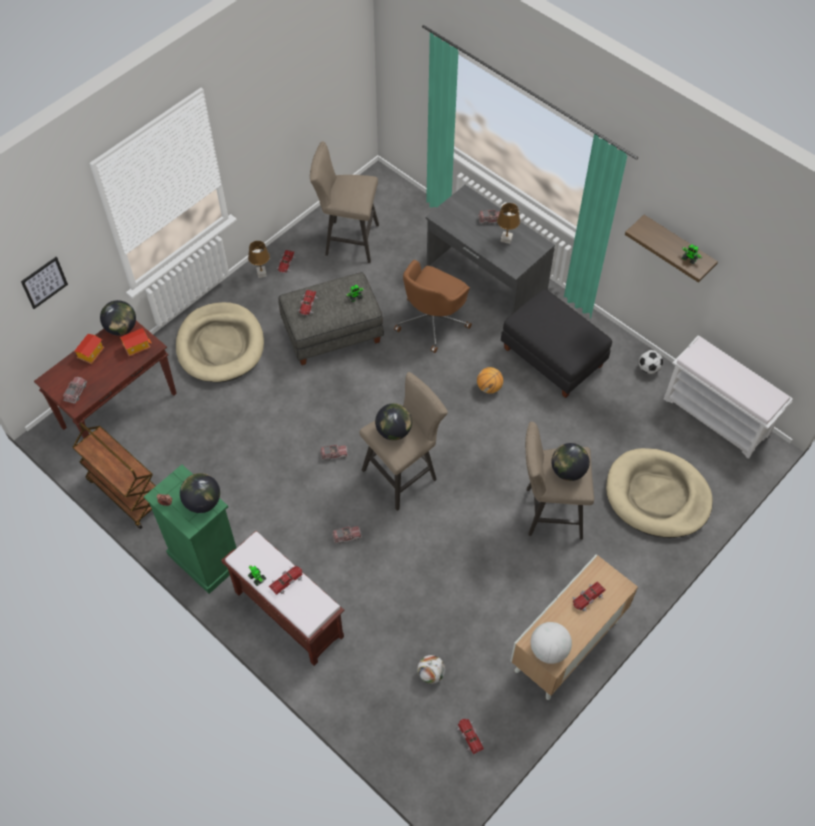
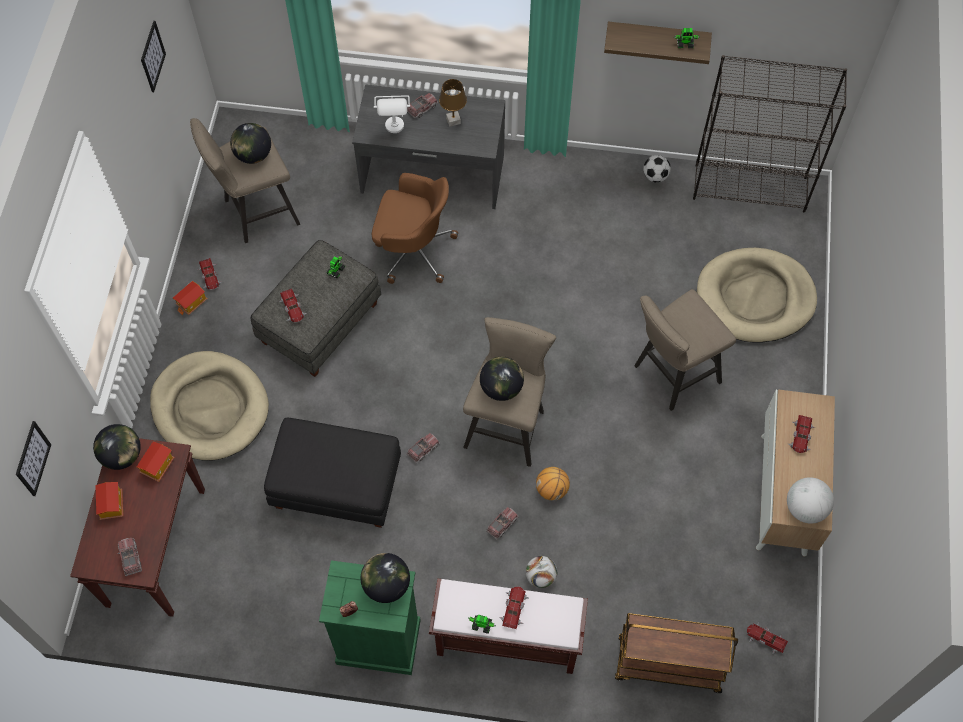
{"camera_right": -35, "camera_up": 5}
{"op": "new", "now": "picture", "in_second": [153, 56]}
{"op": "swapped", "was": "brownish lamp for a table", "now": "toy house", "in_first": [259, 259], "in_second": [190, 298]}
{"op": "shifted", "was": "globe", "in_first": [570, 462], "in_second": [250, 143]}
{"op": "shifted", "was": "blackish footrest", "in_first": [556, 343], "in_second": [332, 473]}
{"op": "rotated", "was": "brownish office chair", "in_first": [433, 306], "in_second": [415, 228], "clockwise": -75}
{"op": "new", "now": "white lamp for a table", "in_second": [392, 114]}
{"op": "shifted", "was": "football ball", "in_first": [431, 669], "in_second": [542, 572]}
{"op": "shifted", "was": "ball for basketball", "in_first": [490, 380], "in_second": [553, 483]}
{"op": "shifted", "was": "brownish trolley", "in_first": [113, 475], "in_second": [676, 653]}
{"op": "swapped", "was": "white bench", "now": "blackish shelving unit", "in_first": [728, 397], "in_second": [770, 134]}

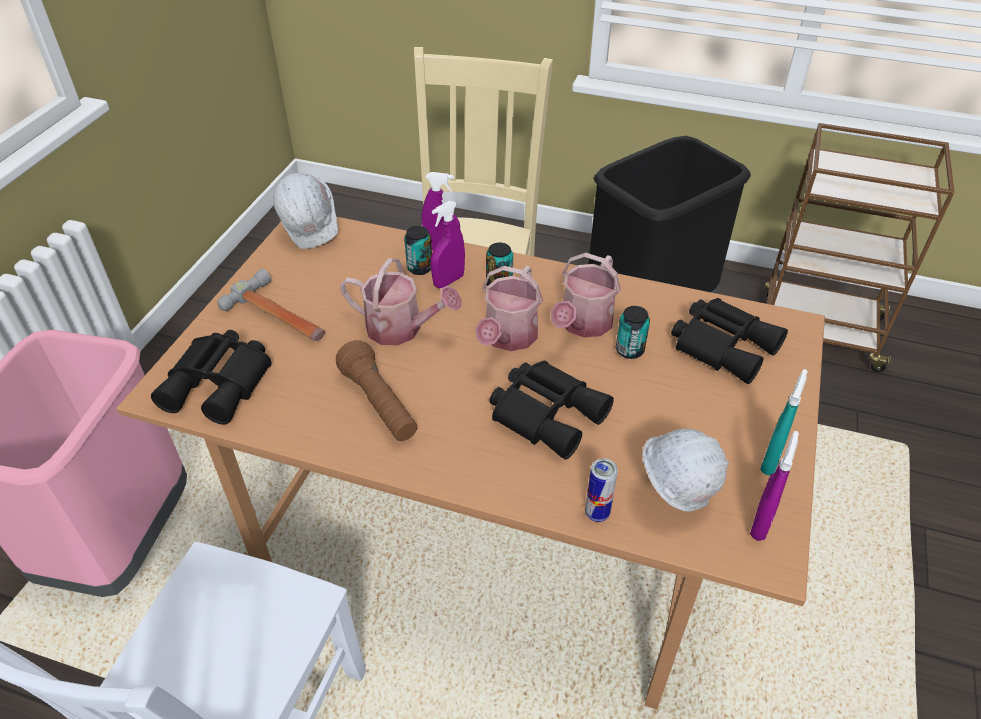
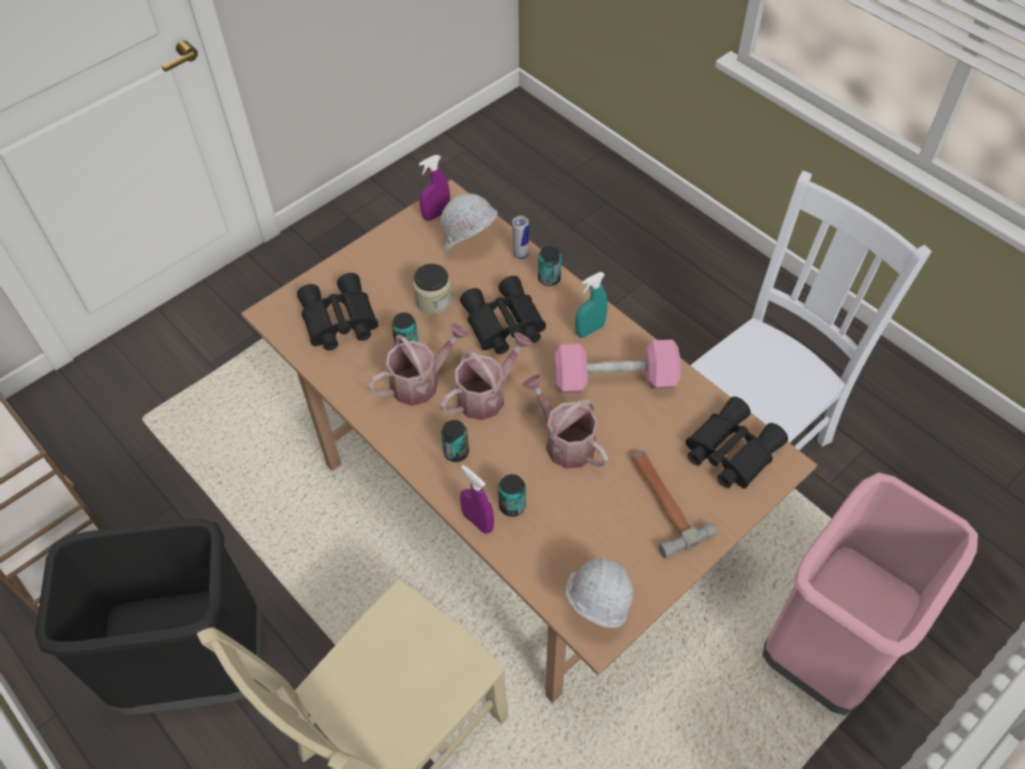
{"camera_right": -150, "camera_up": 10}
{"op": "new", "now": "storage jar", "in_second": [432, 289]}
{"op": "new", "now": "can", "in_second": [550, 265]}
{"op": "swapped", "was": "brownish flashlight", "now": "pink-coloured free weight", "in_first": [377, 390], "in_second": [617, 366]}
{"op": "shifted", "was": "turquoise sprayer", "in_first": [784, 422], "in_second": [591, 304]}
{"op": "gone", "was": "purplish sprayer", "in_first": [448, 244]}

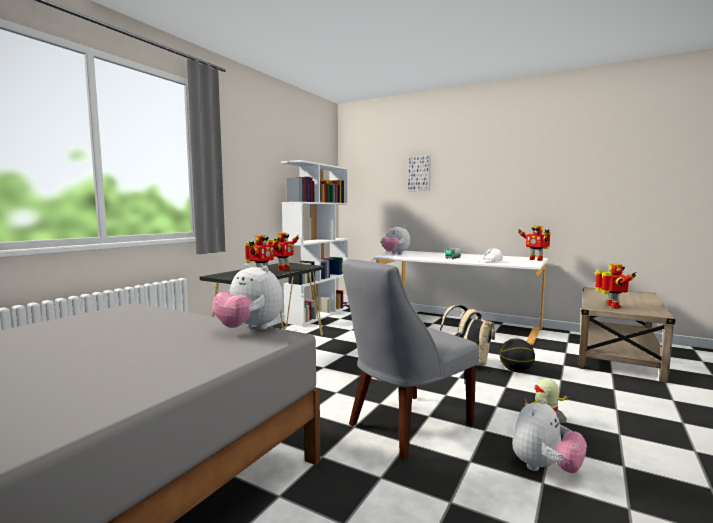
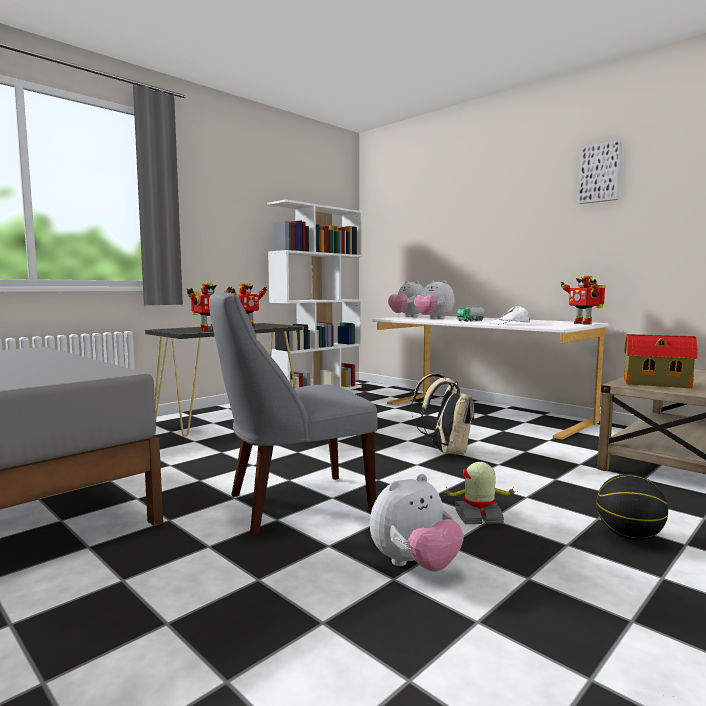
{"camera_right": 15, "camera_up": 0}
{"op": "shifted", "was": "plush toy", "in_first": [248, 297], "in_second": [434, 299]}
{"op": "shifted", "was": "picture", "in_first": [419, 173], "in_second": [600, 172]}
{"op": "shifted", "was": "ball for basketball", "in_first": [517, 355], "in_second": [632, 507]}
{"op": "swapped", "was": "robot figure", "now": "toy house", "in_first": [615, 286], "in_second": [661, 361]}

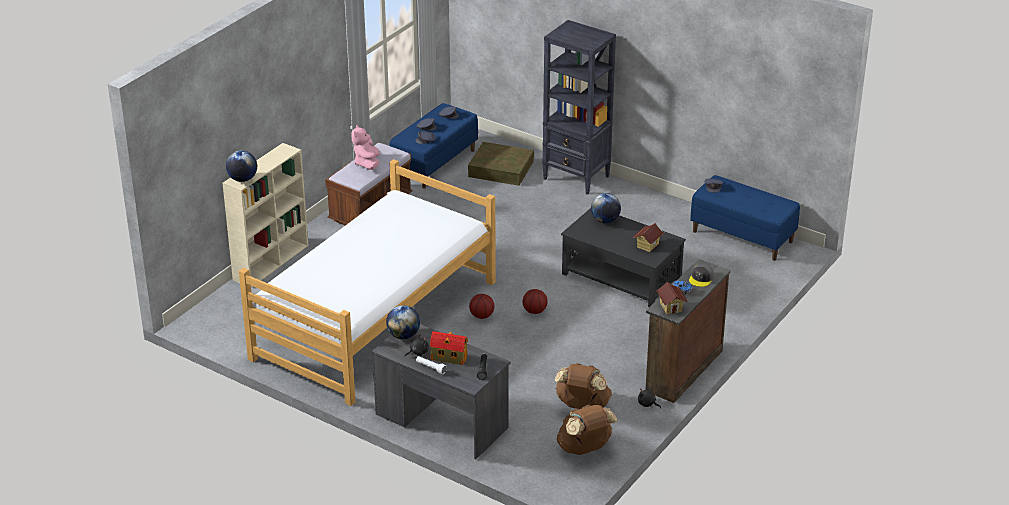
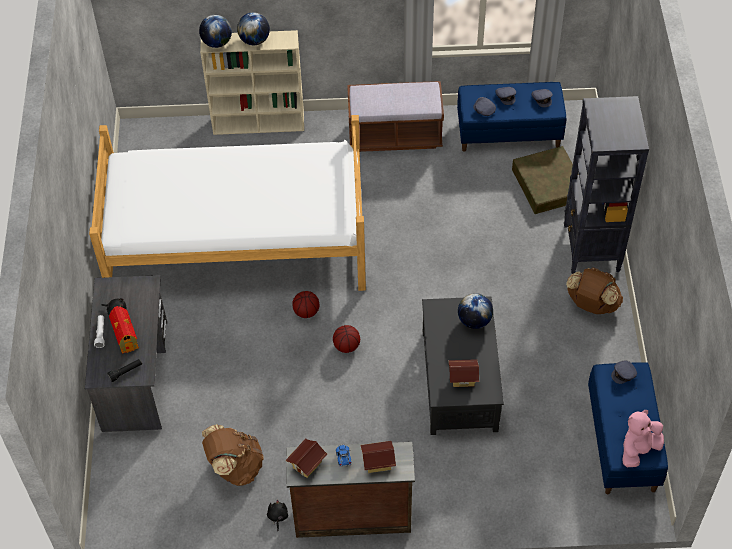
{"camera_right": 55, "camera_up": 20}
{"op": "shifted", "was": "globe", "in_first": [403, 322], "in_second": [253, 28]}
{"op": "swapped", "was": "grey baseball cap", "now": "toy house", "in_first": [701, 275], "in_second": [378, 457]}
{"op": "shifted", "was": "brownish backpack", "in_first": [587, 430], "in_second": [594, 290]}
{"op": "shifted", "was": "pink-coloured plush toy", "in_first": [365, 147], "in_second": [643, 438]}

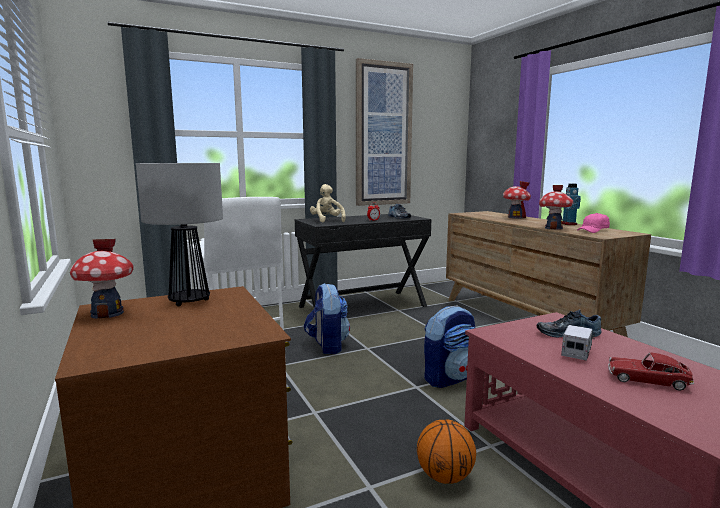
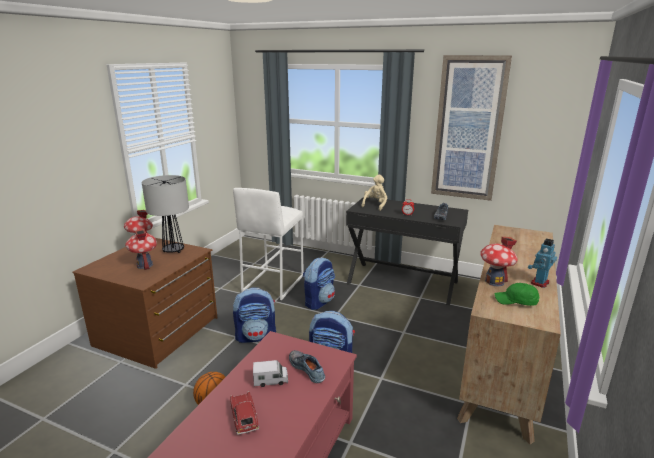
{"camera_right": 50, "camera_up": 10}
{"op": "shifted", "was": "toy house", "in_first": [517, 200], "in_second": [141, 249]}
{"op": "new", "now": "backpack", "in_second": [254, 315]}
{"op": "repainted", "was": "pink-coloured baseball cap", "now": "greenish baseball cap", "in_first": [593, 223], "in_second": [517, 294]}

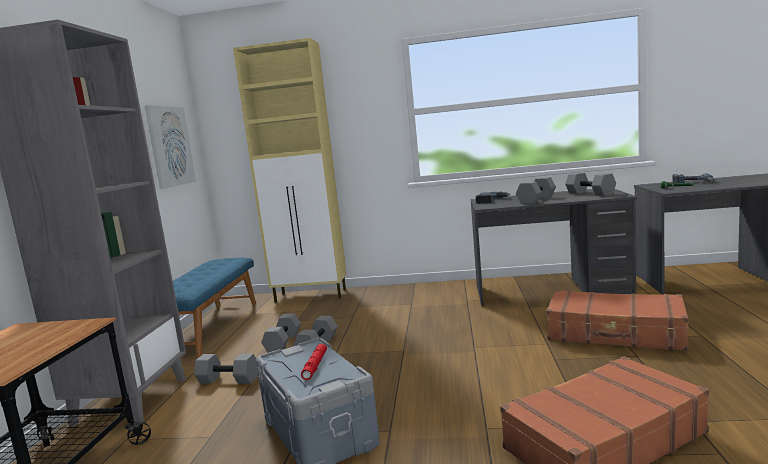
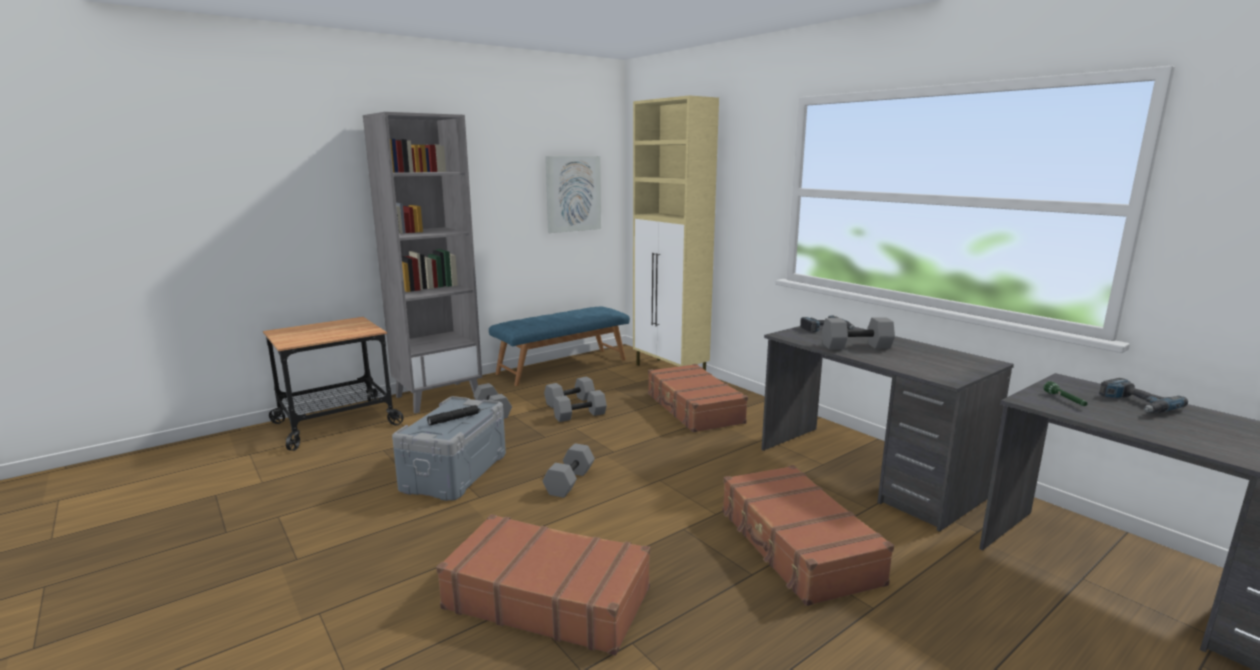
{"camera_right": 45, "camera_up": 5}
{"op": "repainted", "was": "red flashlight", "now": "blackish flashlight", "in_first": [314, 362], "in_second": [453, 415]}
{"op": "shifted", "was": "grey free weight", "in_first": [590, 184], "in_second": [568, 470]}
{"op": "new", "now": "brownish suitcase", "in_second": [698, 398]}

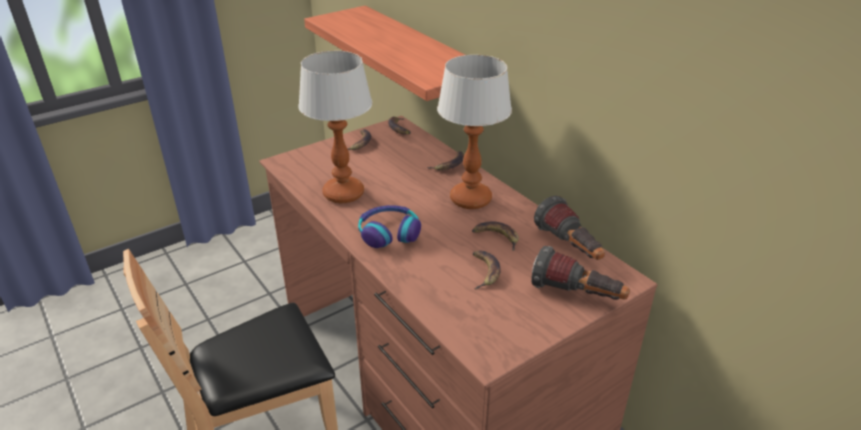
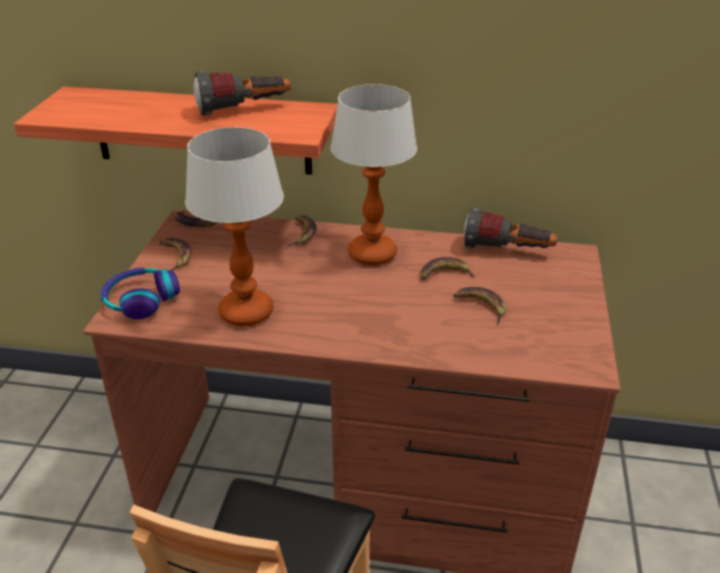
{"camera_right": -45, "camera_up": 0}
{"op": "shifted", "was": "headset", "in_first": [389, 226], "in_second": [140, 293]}
{"op": "shifted", "was": "flashlight", "in_first": [580, 273], "in_second": [242, 93]}

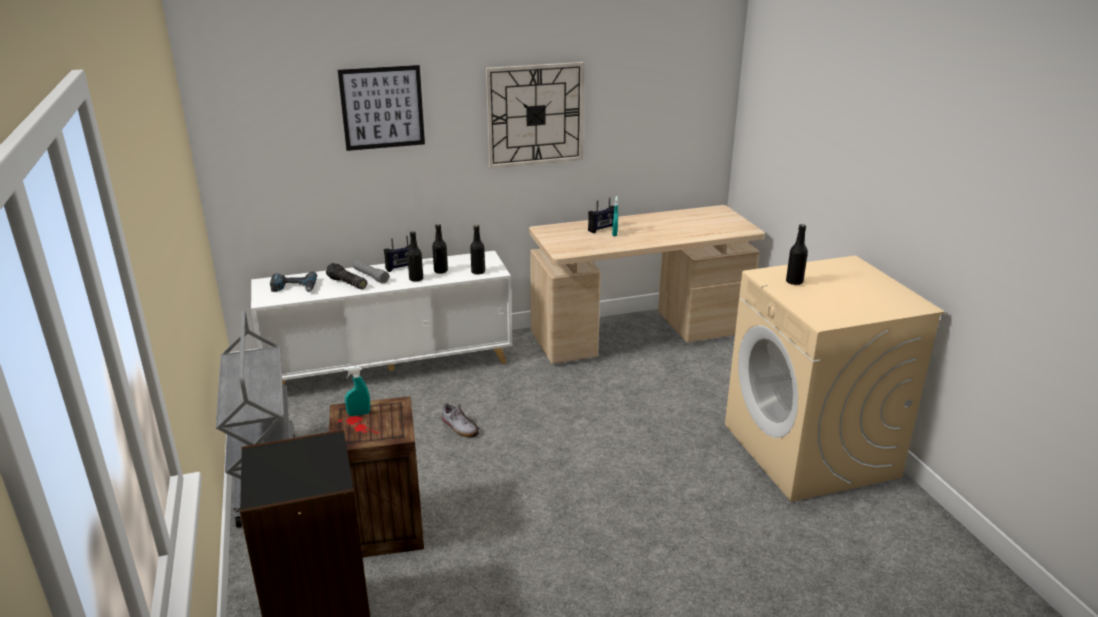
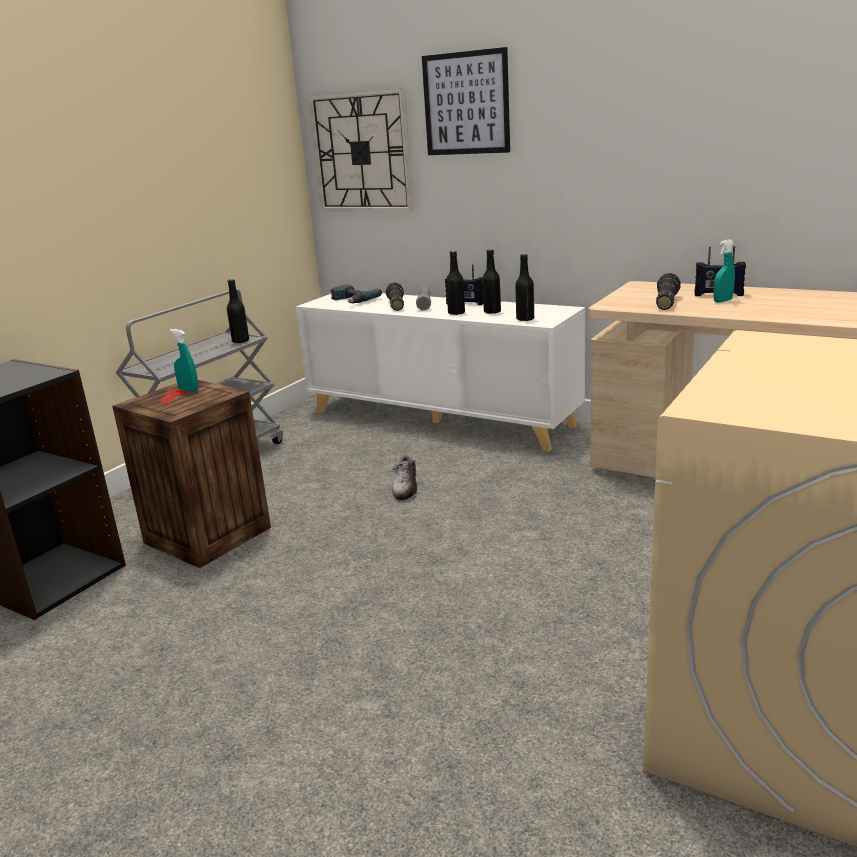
{"camera_right": 50, "camera_up": -5}
{"op": "shifted", "was": "blackish bottle", "in_first": [797, 254], "in_second": [238, 311]}
{"op": "shifted", "was": "wall clock", "in_first": [535, 115], "in_second": [361, 150]}
{"op": "new", "now": "flashlight", "in_second": [668, 291]}

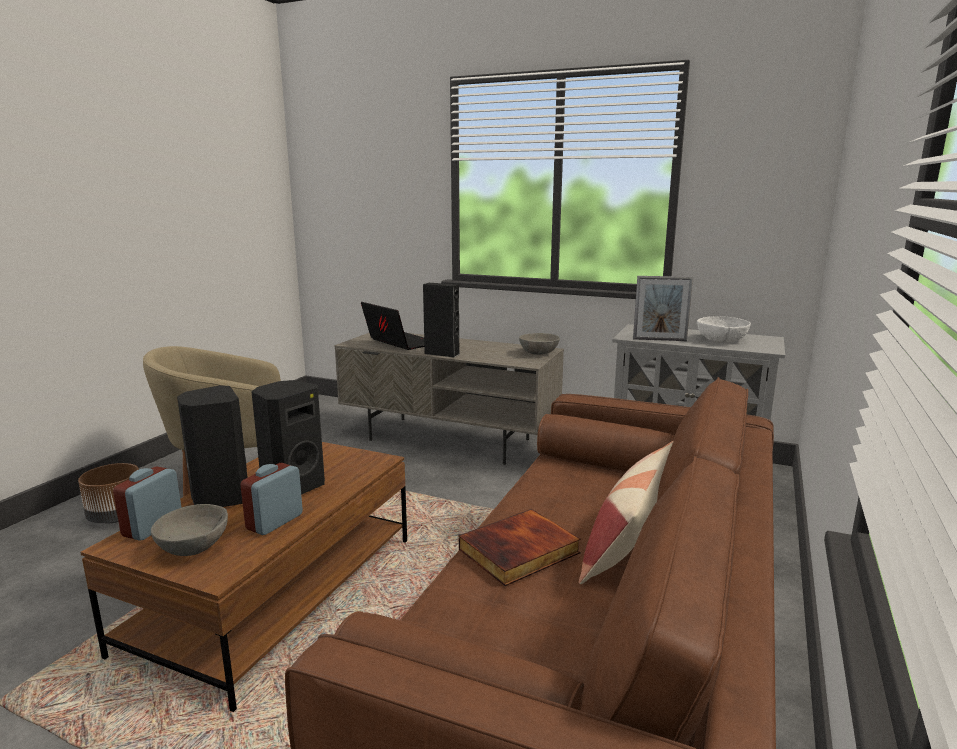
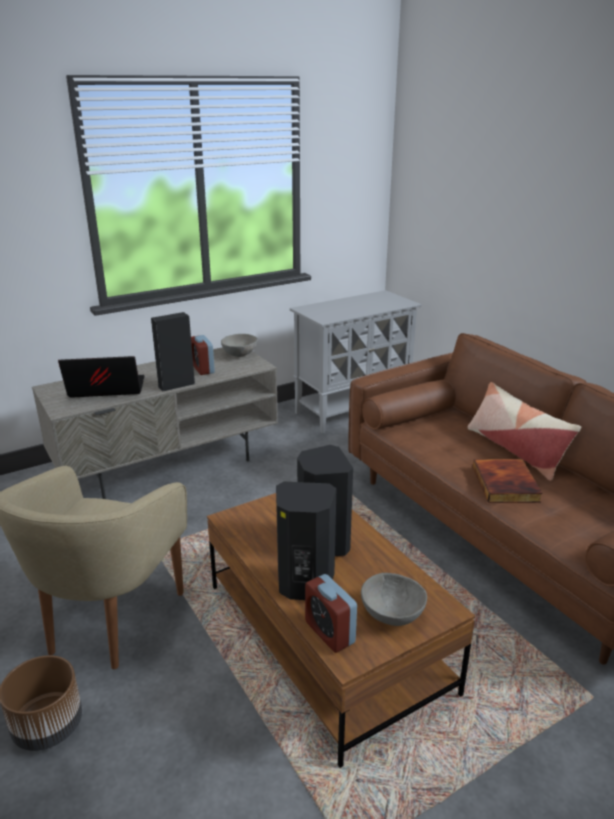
{"camera_right": -55, "camera_up": 10}
{"op": "shifted", "was": "bedside clock", "in_first": [271, 499], "in_second": [203, 355]}
{"op": "gone", "was": "picture frame", "in_first": [663, 308]}
{"op": "gone", "was": "white serving bowl", "in_first": [724, 329]}

